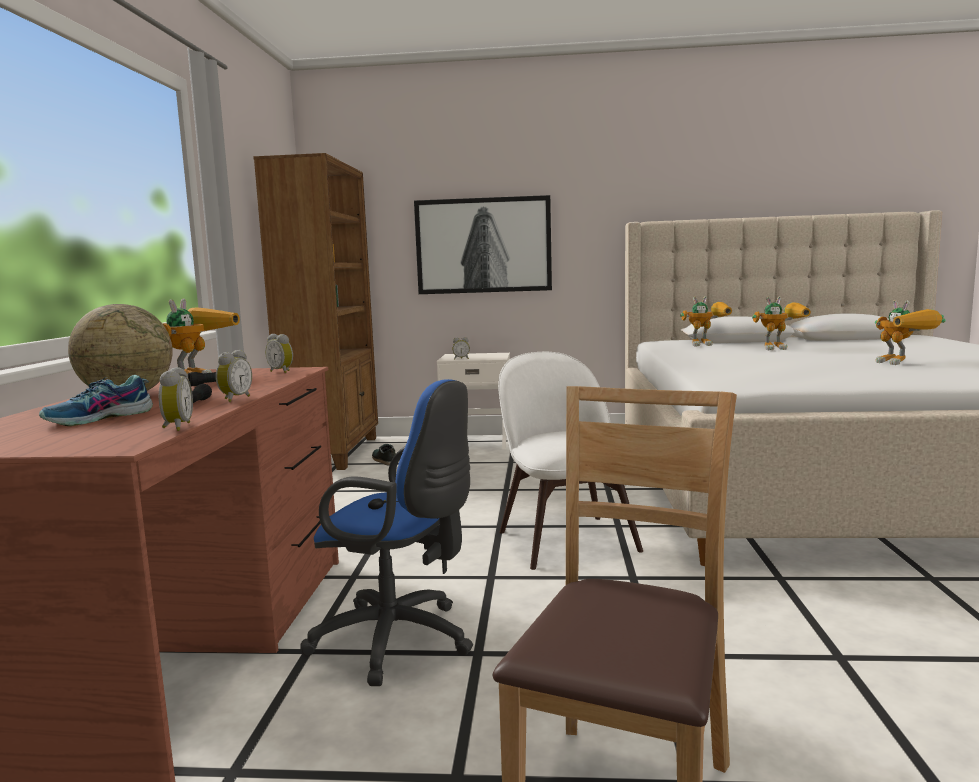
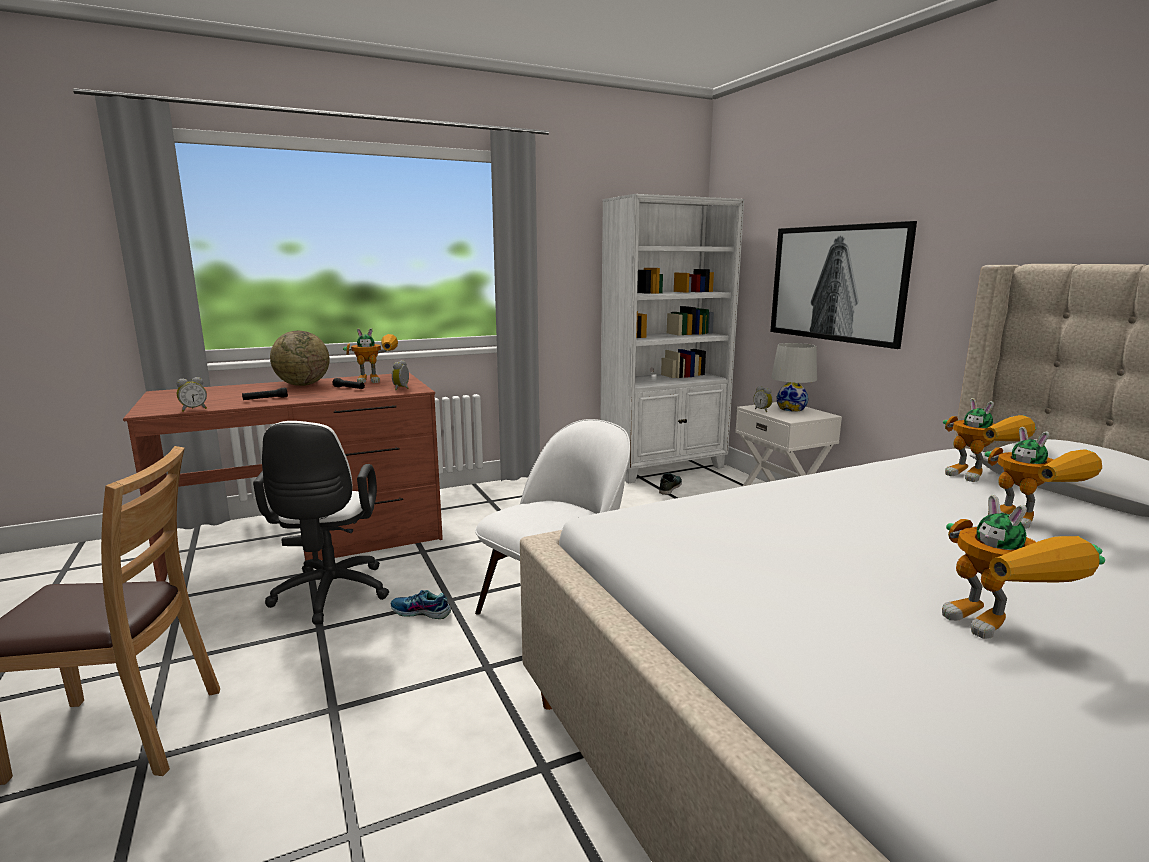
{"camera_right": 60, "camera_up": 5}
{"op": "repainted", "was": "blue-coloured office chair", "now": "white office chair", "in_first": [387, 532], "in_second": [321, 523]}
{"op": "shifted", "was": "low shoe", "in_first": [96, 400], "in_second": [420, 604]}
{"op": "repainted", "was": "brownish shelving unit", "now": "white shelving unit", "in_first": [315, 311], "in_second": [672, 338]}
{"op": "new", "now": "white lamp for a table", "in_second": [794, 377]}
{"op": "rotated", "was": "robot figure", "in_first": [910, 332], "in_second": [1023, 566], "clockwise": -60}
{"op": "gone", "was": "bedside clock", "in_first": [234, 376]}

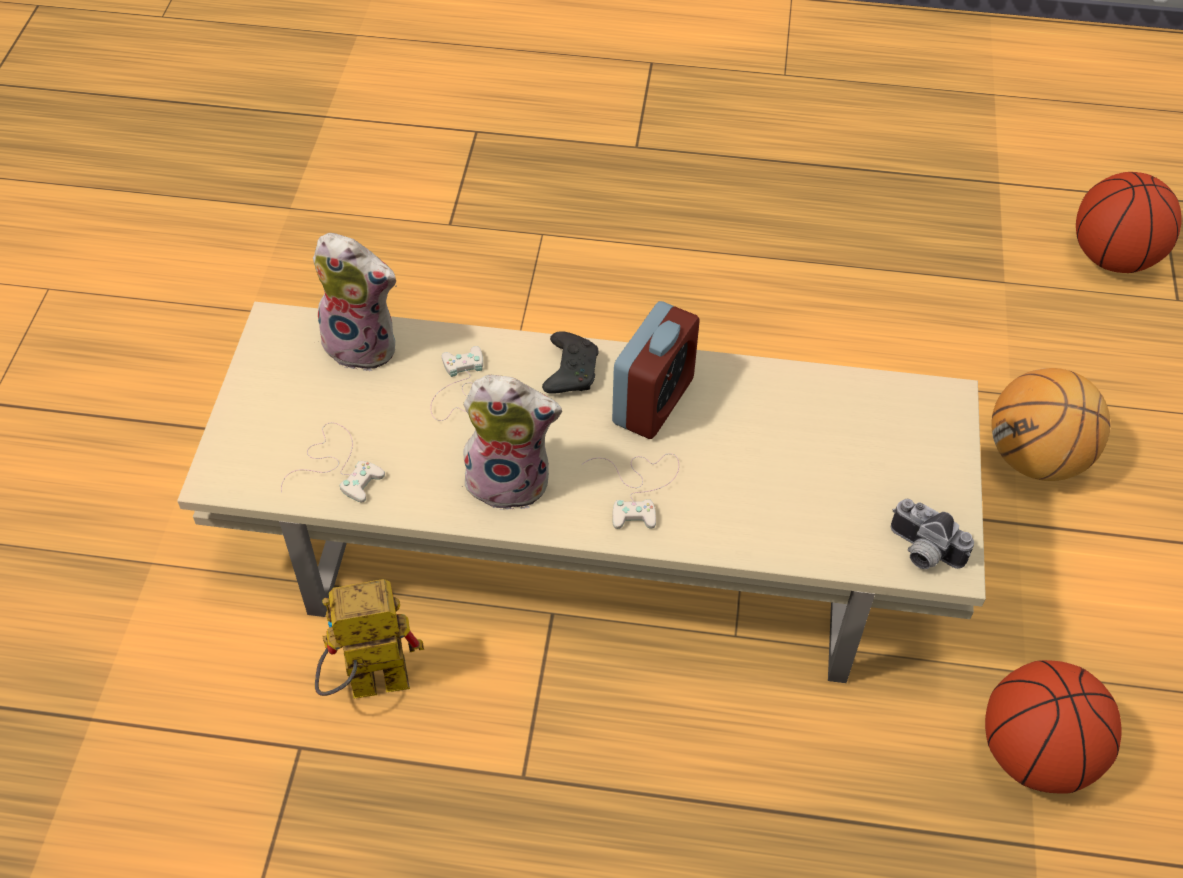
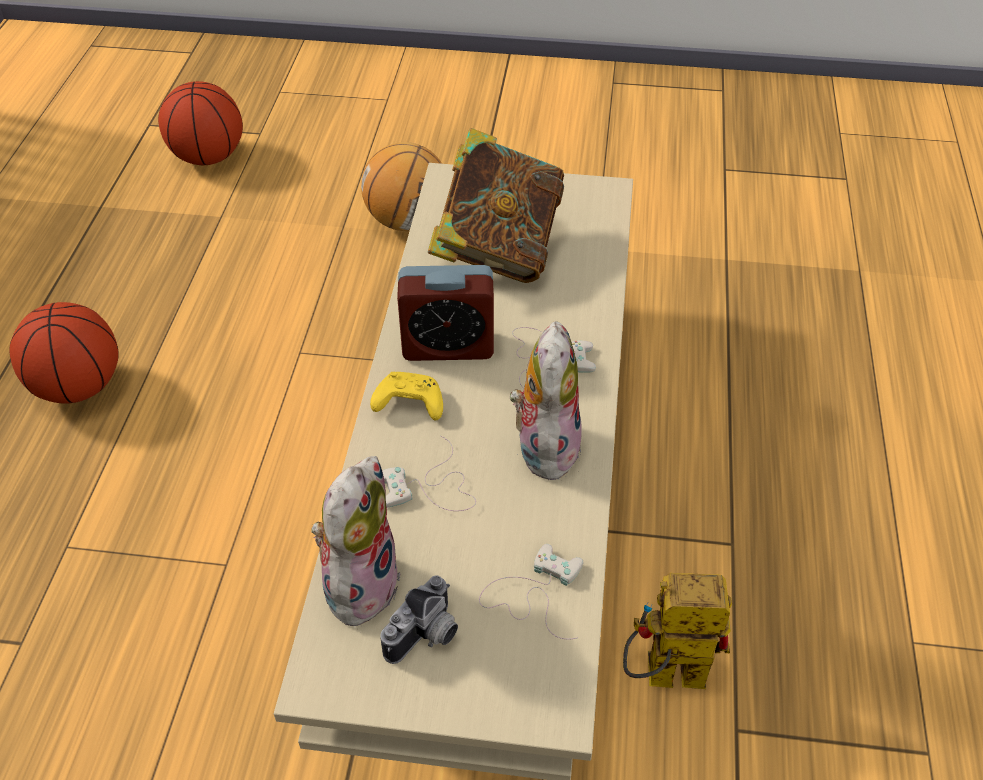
{"camera_right": -90, "camera_up": -5}
{"op": "shifted", "was": "ball for basketball", "in_first": [1053, 727], "in_second": [64, 353]}
{"op": "repainted", "was": "blackish game controller", "now": "yellowish game controller", "in_first": [570, 362], "in_second": [406, 396]}
{"op": "shifted", "was": "still camera", "in_first": [932, 534], "in_second": [419, 619]}
{"op": "rotated", "was": "bedside clock", "in_first": [656, 370], "in_second": [445, 313], "clockwise": 150}
{"op": "new", "now": "bound book", "in_second": [495, 205]}
{"op": "rotated", "was": "robot figure", "in_first": [369, 639], "in_second": [677, 631], "clockwise": 105}

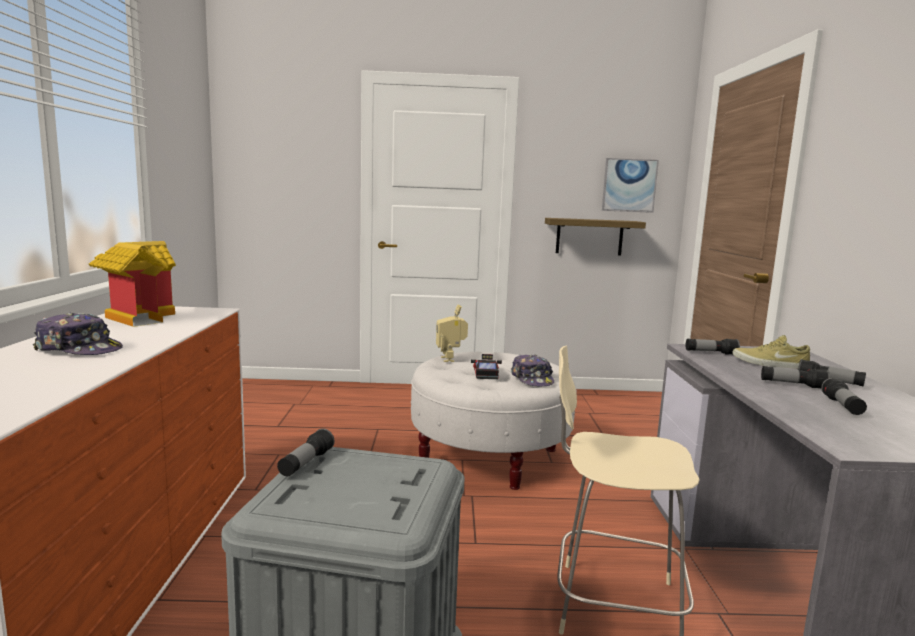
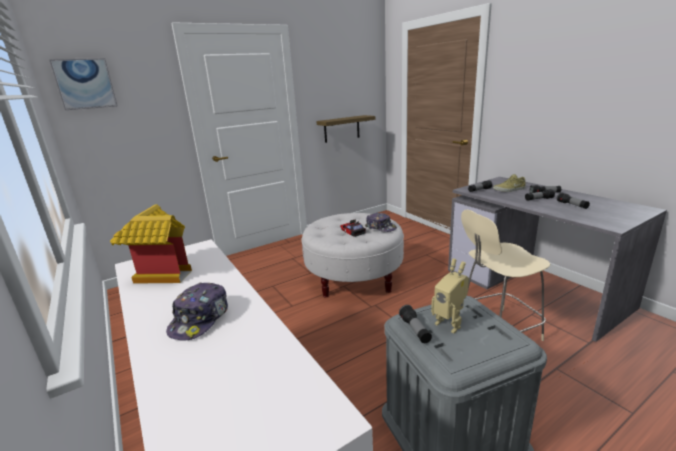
{"camera_right": -30, "camera_up": 10}
{"op": "shifted", "was": "picture", "in_first": [630, 185], "in_second": [83, 84]}
{"op": "rotated", "was": "baseball cap", "in_first": [78, 334], "in_second": [197, 311], "clockwise": 120}
{"op": "shifted", "was": "robot figure", "in_first": [452, 333], "in_second": [450, 296]}

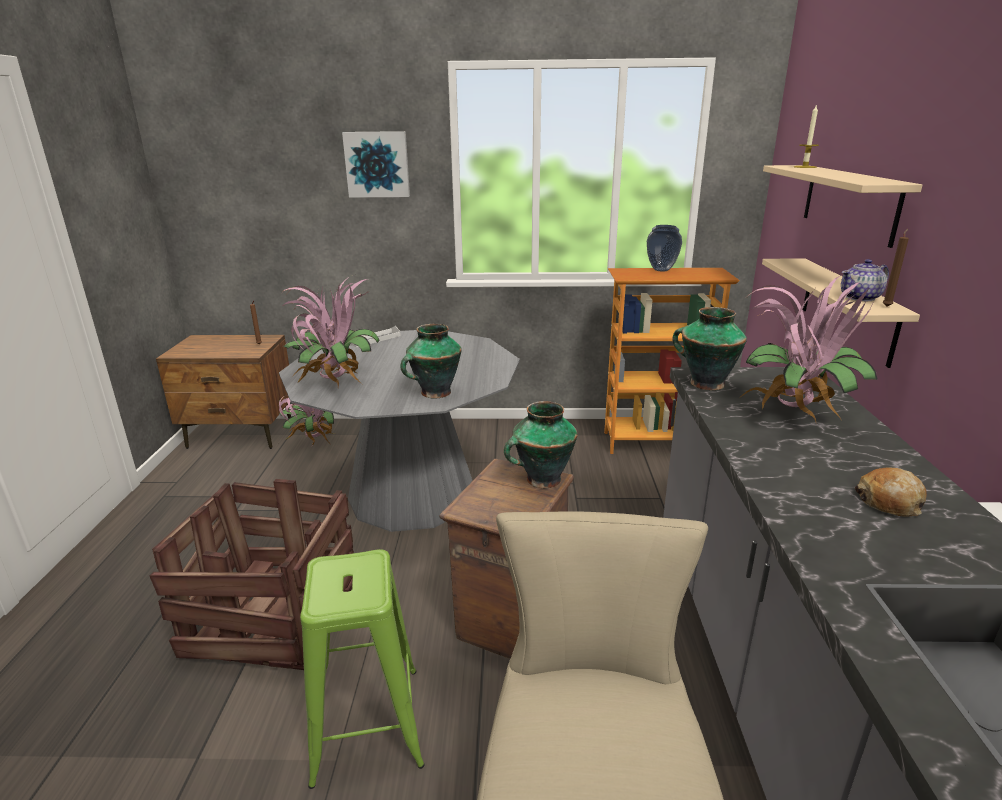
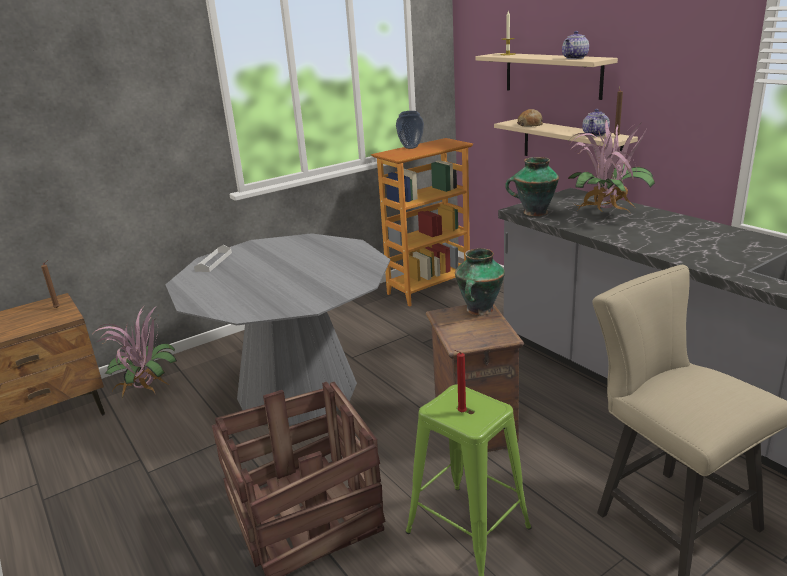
{"camera_right": -35, "camera_up": 0}
{"op": "new", "now": "red wax candle", "in_second": [460, 381]}
{"op": "shifted", "was": "baked bread", "in_first": [891, 492], "in_second": [530, 118]}
{"op": "new", "now": "tea pot", "in_second": [575, 45]}
{"op": "gone", "was": "potted plant", "in_first": [330, 330]}
{"op": "gone", "was": "picture", "in_first": [376, 164]}
{"op": "gone", "was": "decorative vase", "in_first": [431, 361]}

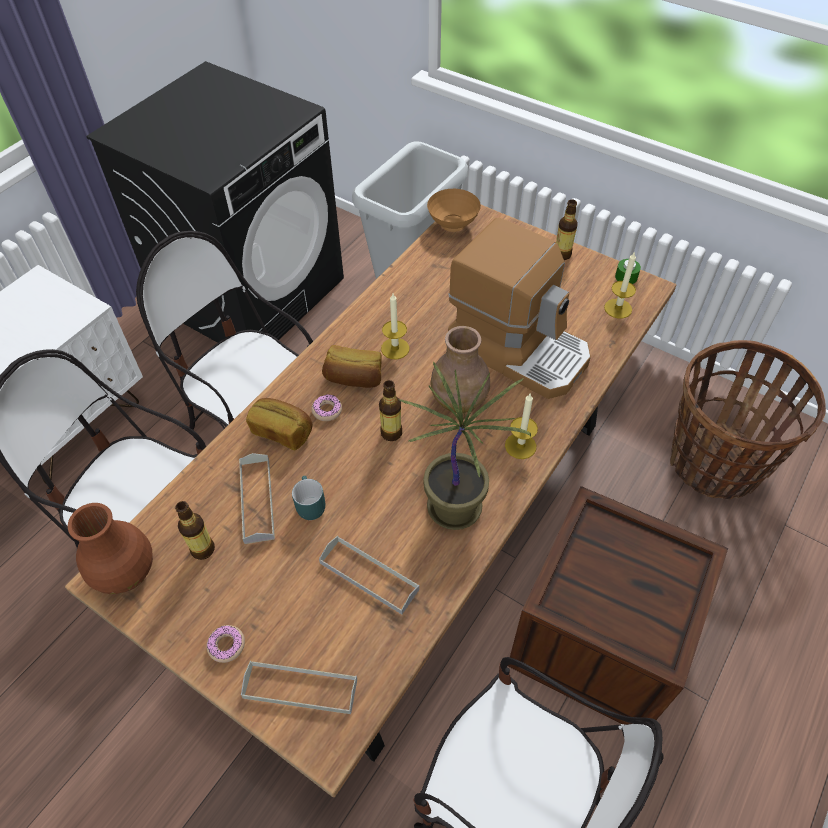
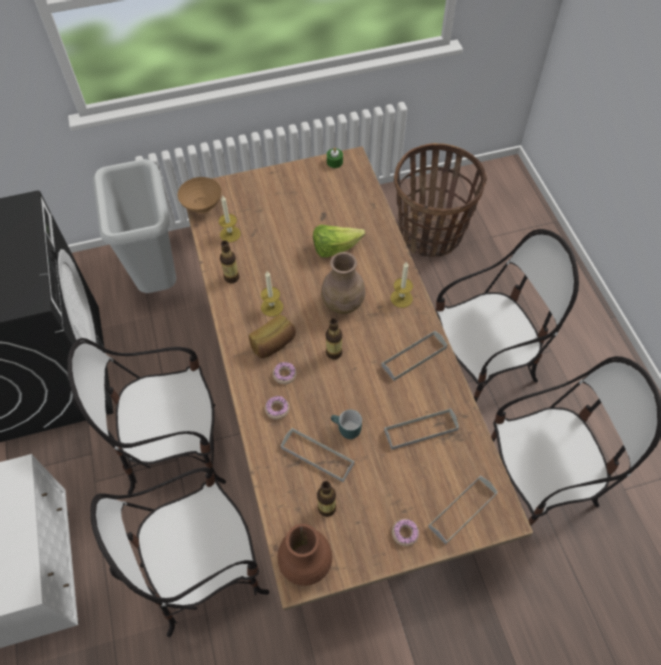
{"camera_right": -50, "camera_up": 5}
{"op": "shifted", "was": "wax candle", "in_first": [620, 285], "in_second": [230, 219]}
{"op": "shifted", "was": "bottle", "in_first": [567, 230], "in_second": [229, 261]}
{"op": "swapped", "was": "baked bread", "now": "doughnut", "in_first": [279, 424], "in_second": [277, 407]}
{"op": "swapped", "was": "coffee maker", "now": "lettuce", "in_first": [519, 308], "in_second": [339, 241]}
{"op": "swapped", "was": "potted plant", "now": "grey tray", "in_first": [464, 446], "in_second": [414, 355]}
{"op": "swapped", "was": "packing crate", "now": "chair", "in_first": [618, 605], "in_second": [507, 315]}

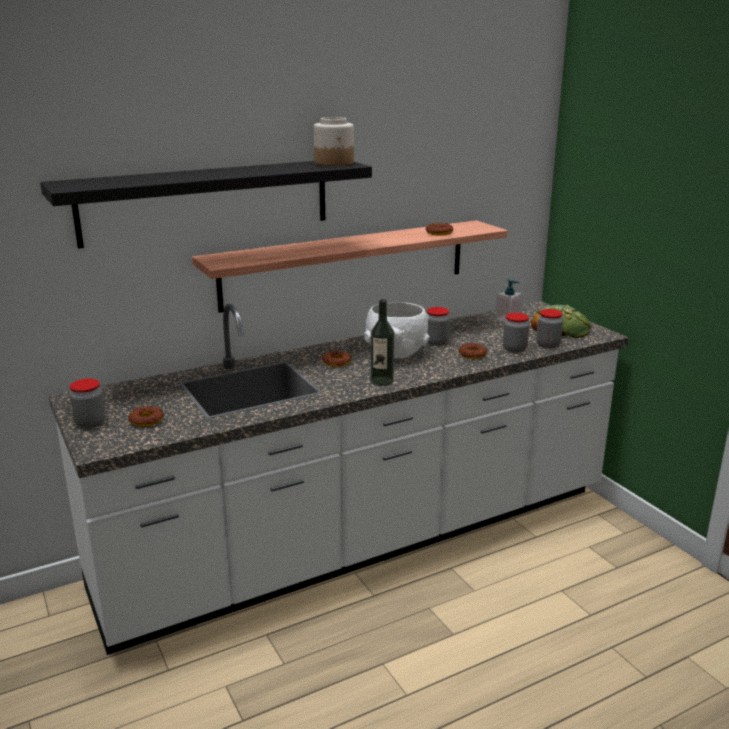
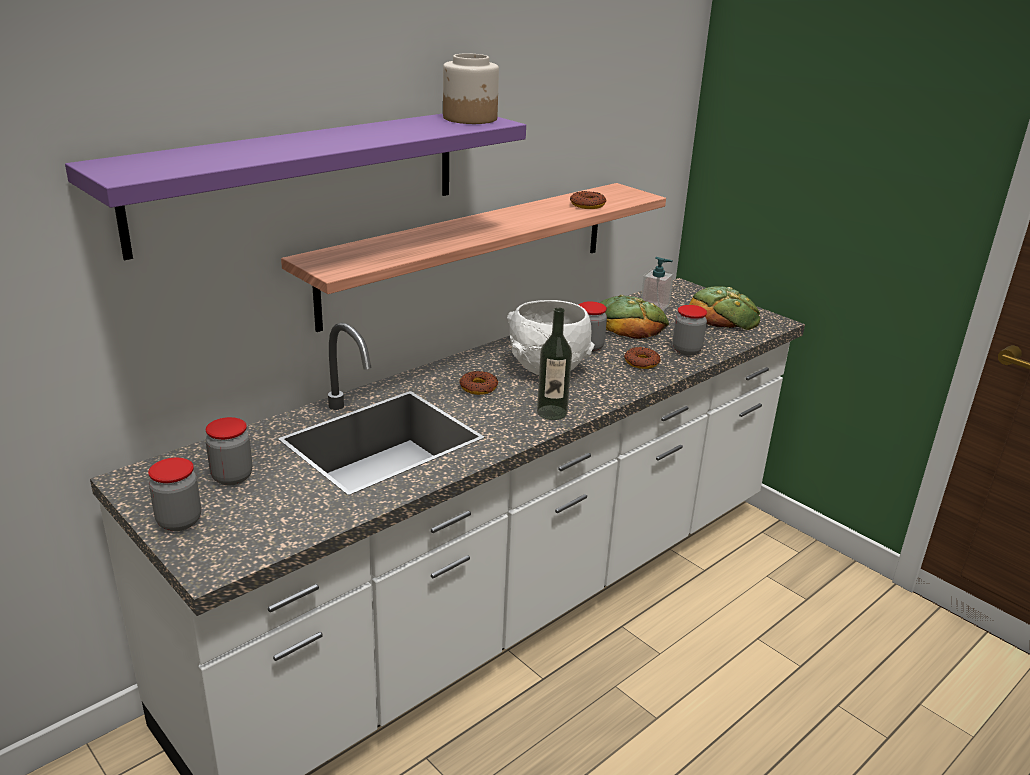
{"camera_right": -15, "camera_up": 5}
{"op": "repainted", "was": "blackish bracket shelf", "now": "purplish bracket shelf", "in_first": [206, 205], "in_second": [295, 187]}
{"op": "shifted", "was": "storage jar", "in_first": [549, 328], "in_second": [229, 451]}
{"op": "new", "now": "baked bread", "in_second": [634, 317]}
{"op": "gone", "was": "doughnut", "in_first": [146, 416]}

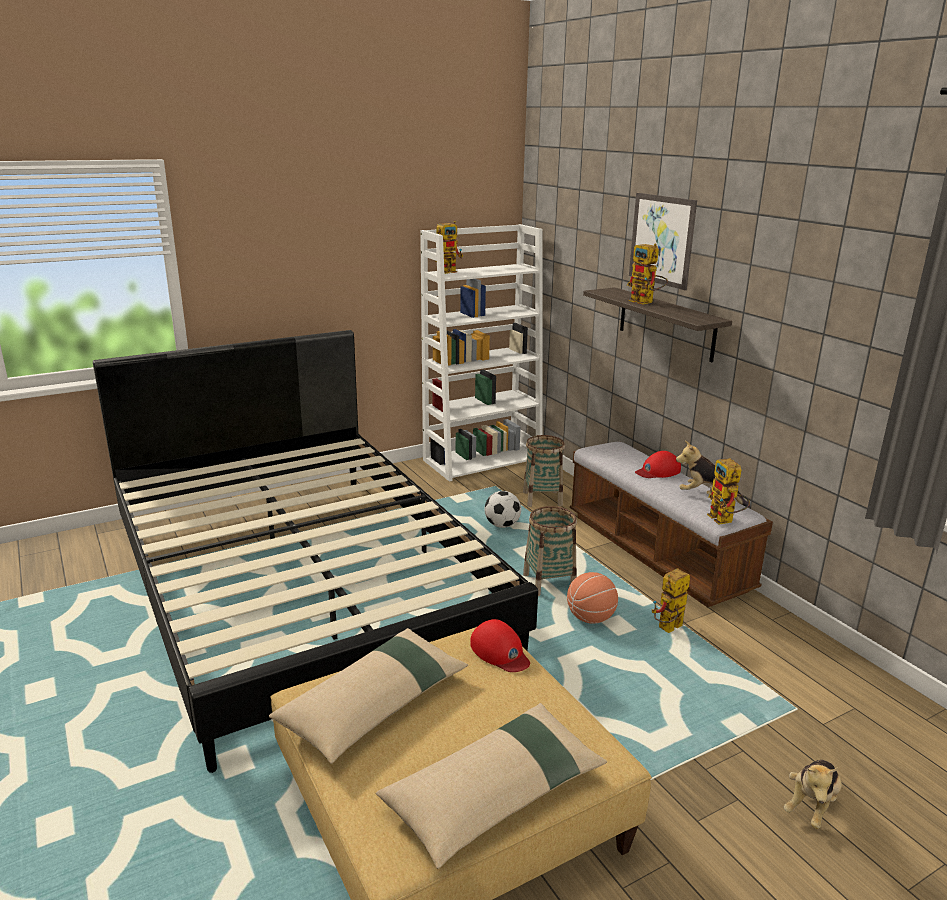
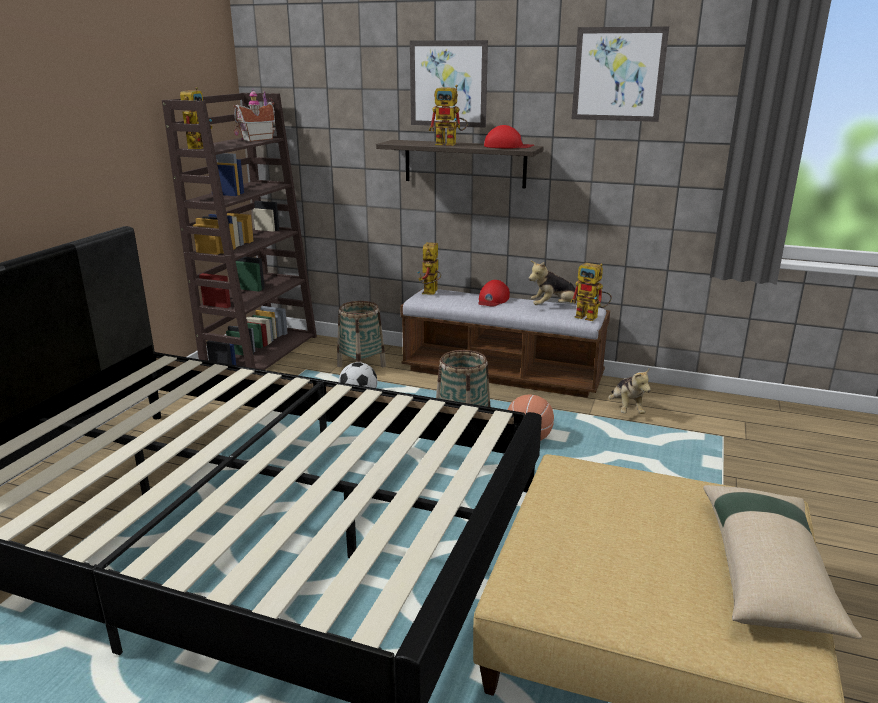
{"camera_right": -40, "camera_up": 0}
{"op": "repainted", "was": "white shelving unit", "now": "brownish shelving unit", "in_first": [481, 353], "in_second": [239, 231]}
{"op": "new", "now": "toy house", "in_second": [254, 114]}
{"op": "shifted", "was": "robot figure", "in_first": [671, 600], "in_second": [429, 268]}
{"op": "shifted", "was": "red baseball cap", "in_first": [500, 645], "in_second": [509, 137]}
{"op": "new", "now": "picture", "in_second": [620, 74]}
{"op": "shifted", "was": "plush toy", "in_first": [813, 794], "in_second": [630, 391]}
{"op": "gone", "was": "beige-coloured pillow", "in_first": [368, 696]}

